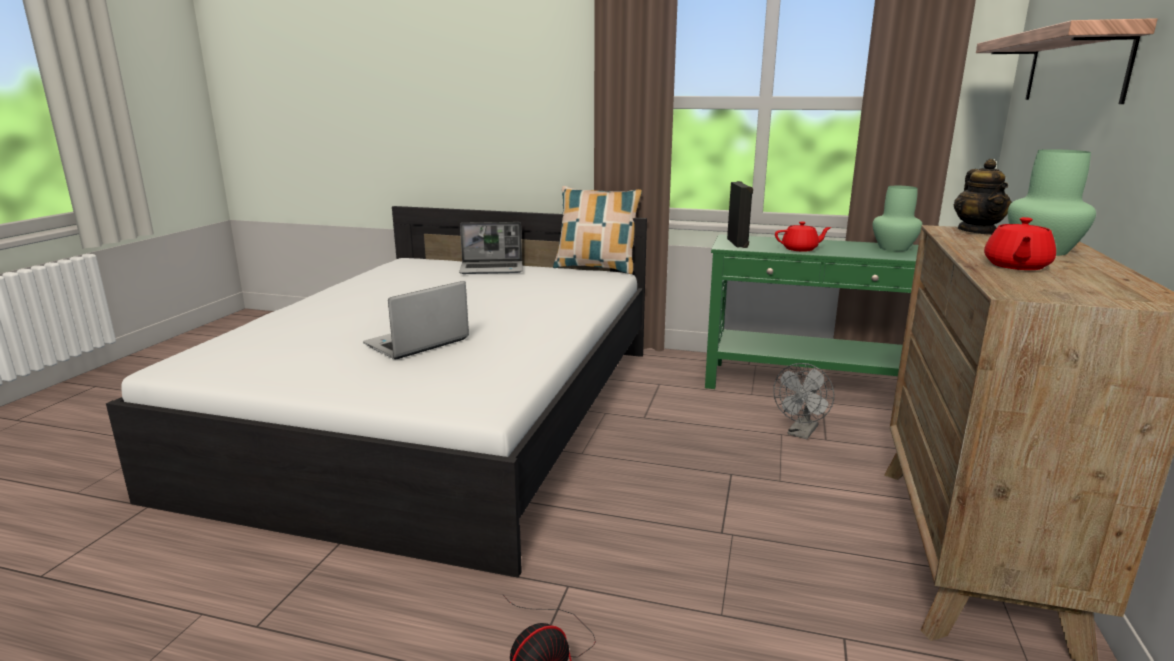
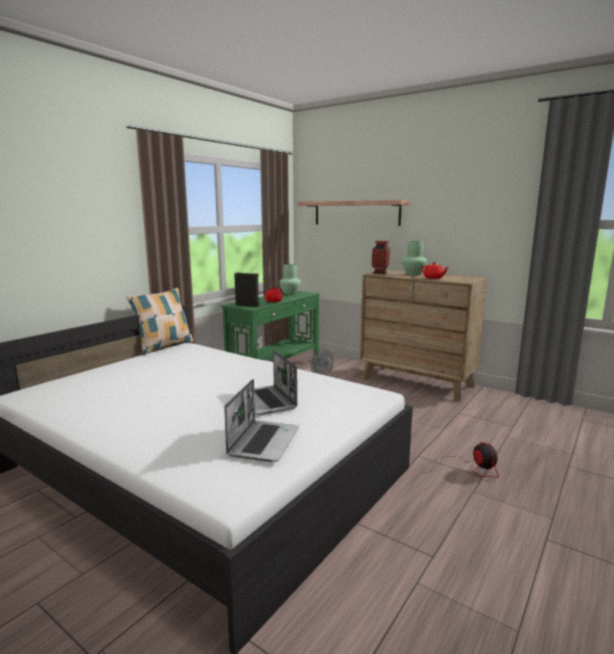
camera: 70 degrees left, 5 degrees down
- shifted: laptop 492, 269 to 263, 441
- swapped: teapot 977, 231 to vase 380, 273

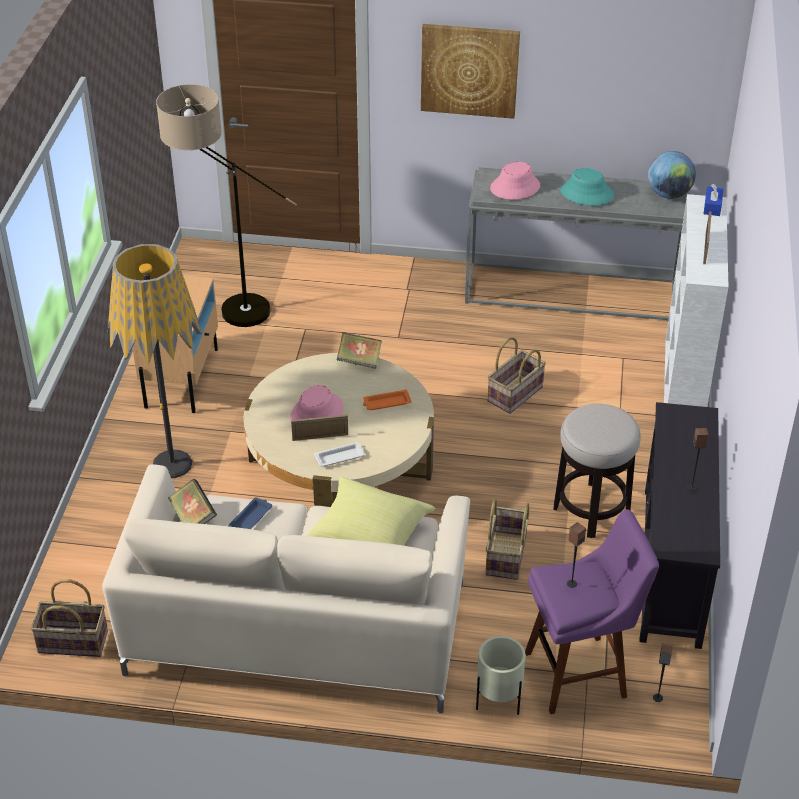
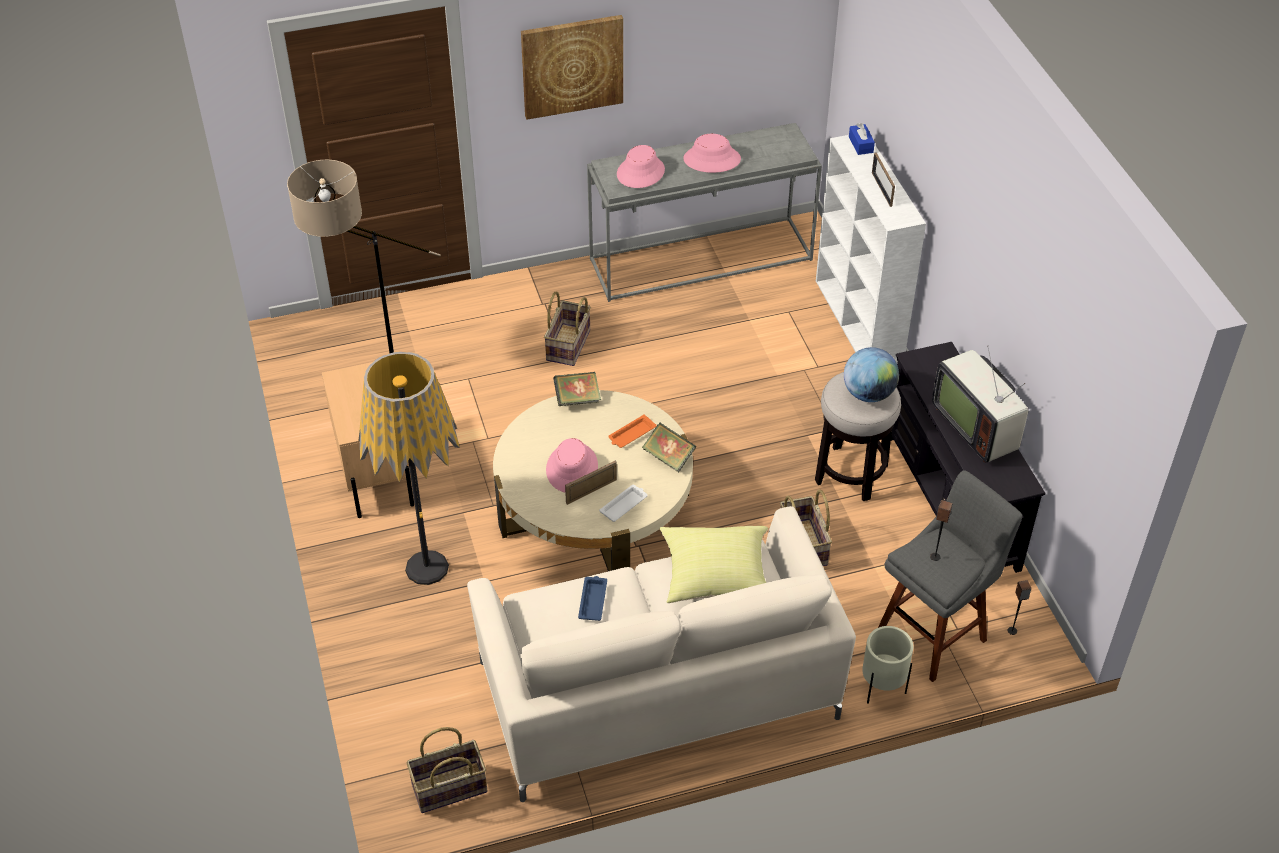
camera: 25 degrees left, 5 degrees up
- shifted: basket 515, 395 to 569, 345
- shifted: book 193, 517 to 668, 457
- repainted: hat (turquoise) 586, 193 to hat (pink) 712, 159
- shifted: globe 669, 194 to 868, 394
- repainted: stool (purple) 581, 673 to stool (grey) 935, 633
- swapped: speaker 692, 487 to television 977, 426

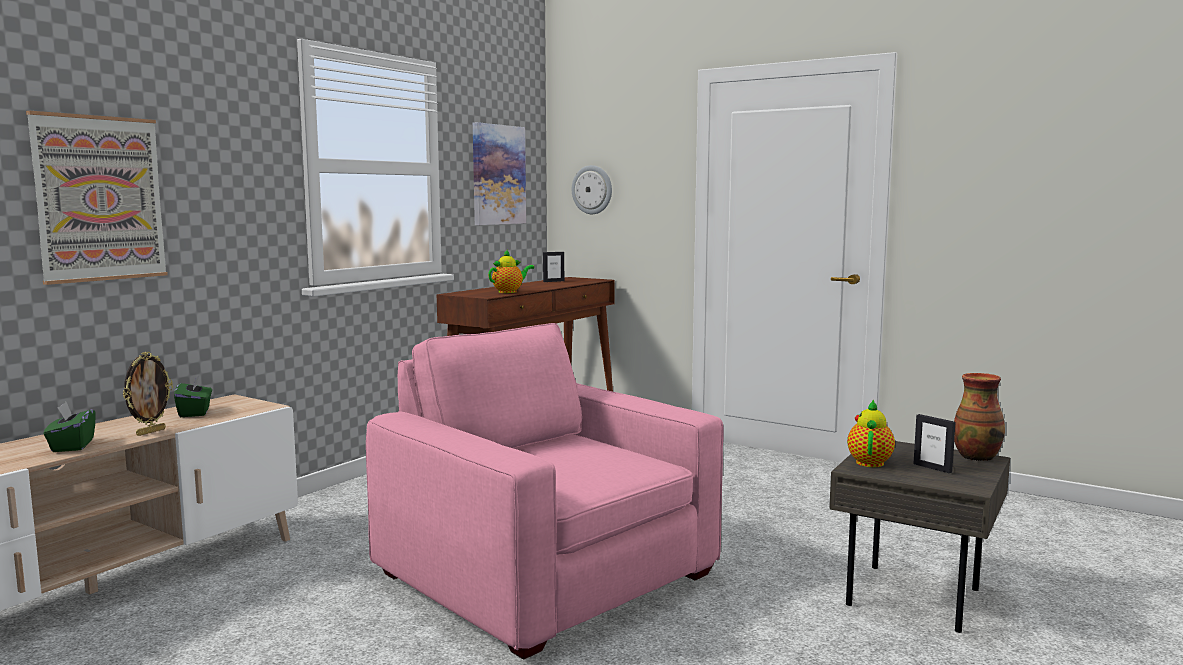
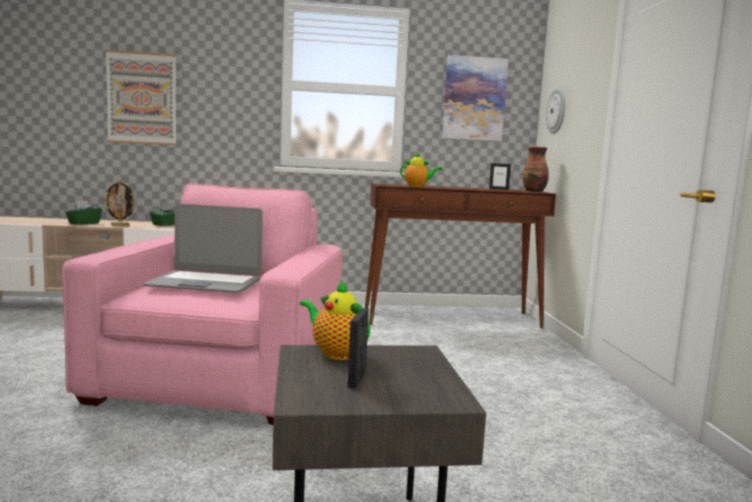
camera: 50 degrees right, 0 degrees up
- new: laptop 205, 283
- rotated: teapot 870, 462 = 335, 353 120 degrees counterclockwise
- shifted: vase 976, 457 to 534, 191

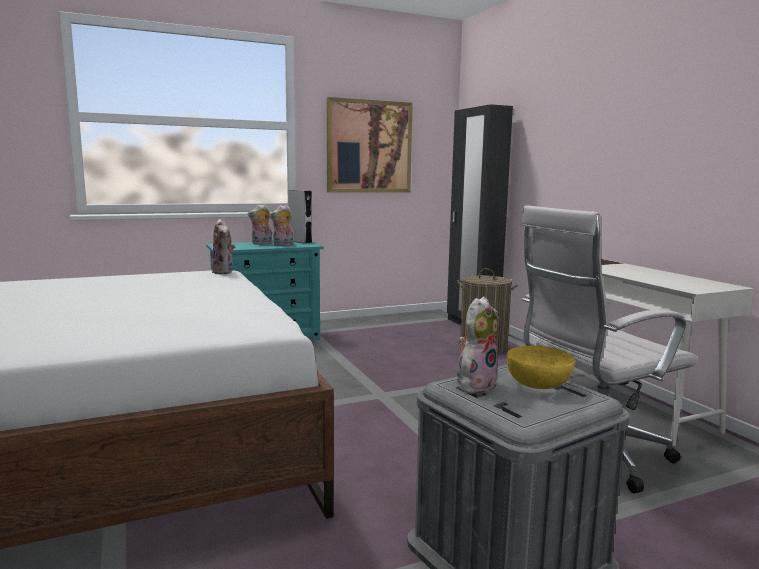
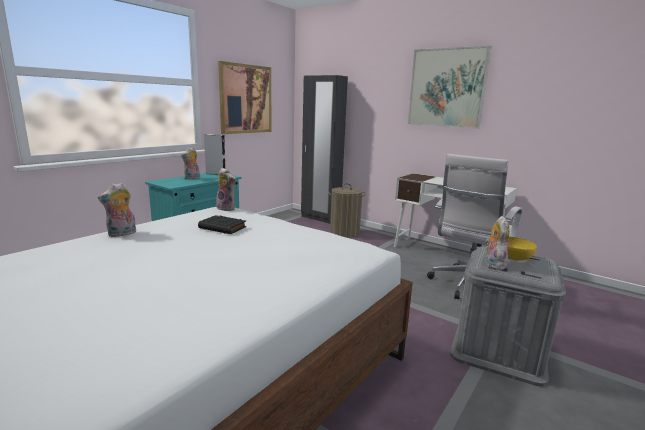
camera: 30 degrees left, 5 degrees up
- shifted: plush toy 283, 245 to 122, 234
- new: book (black) 223, 228
- new: picture 446, 88

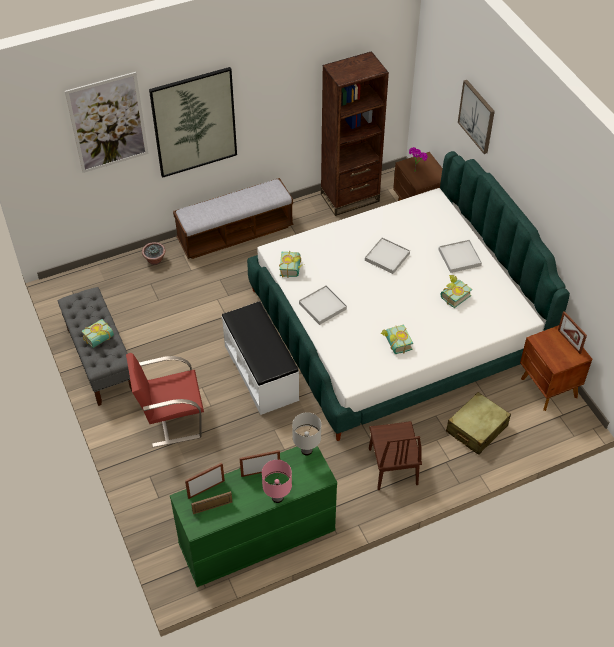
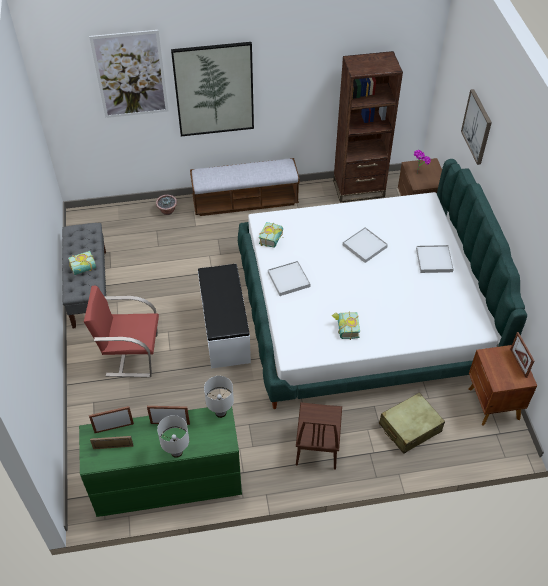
camera: 15 degrees right, 0 degrees up
- repainted: table lamp (pink) 277, 497 to table lamp (white) 176, 452
- gone: book 453, 296

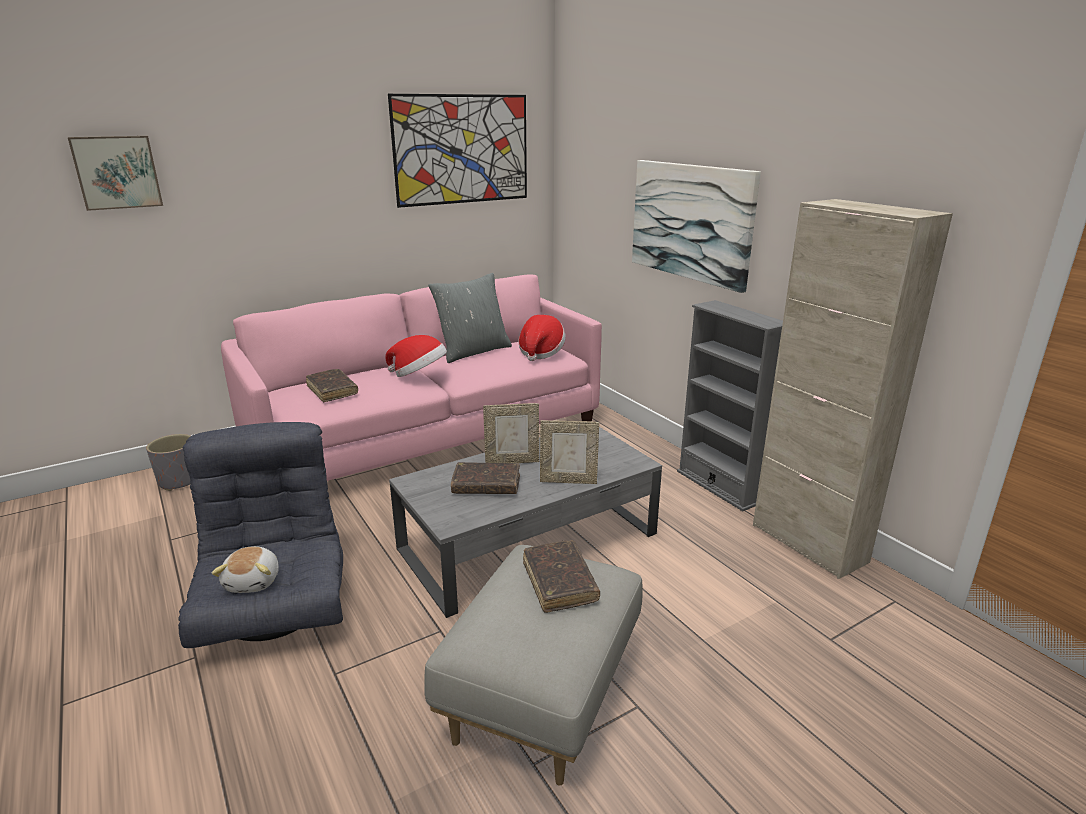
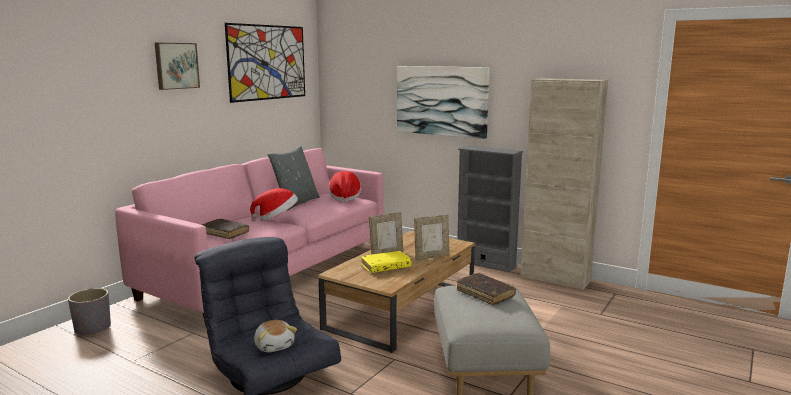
camera: 25 degrees left, 10 degrees down
- shifted: picture 117, 172 to 176, 65
- repainted: coffee table (grey) 530, 541 to coffee table (brown) 403, 308
- repainted: book (brown) 486, 485 to book (yellow) 386, 267

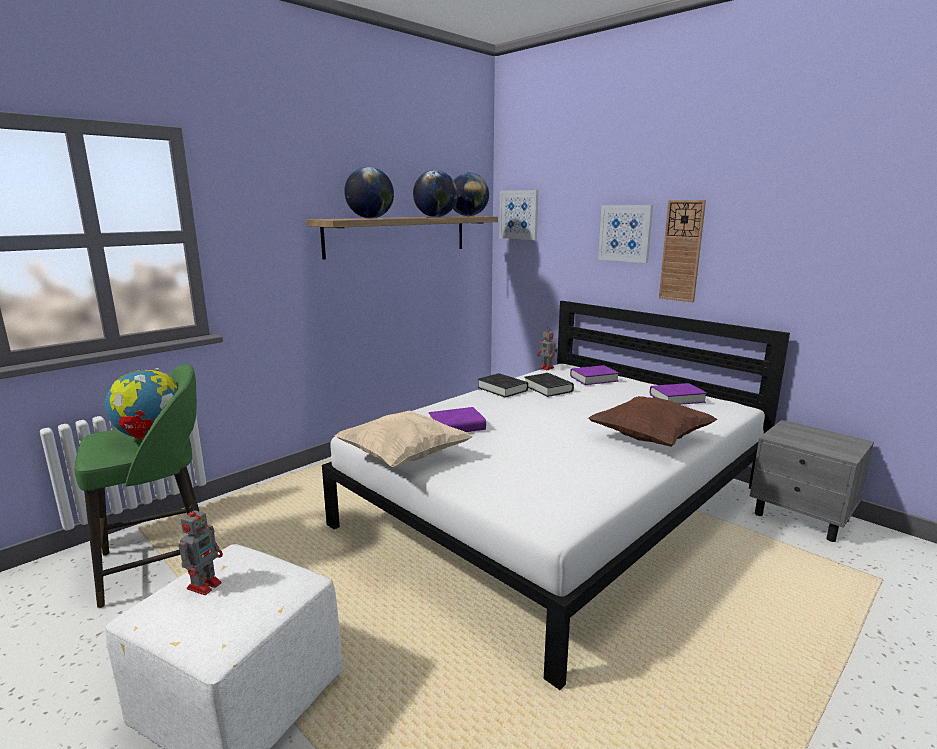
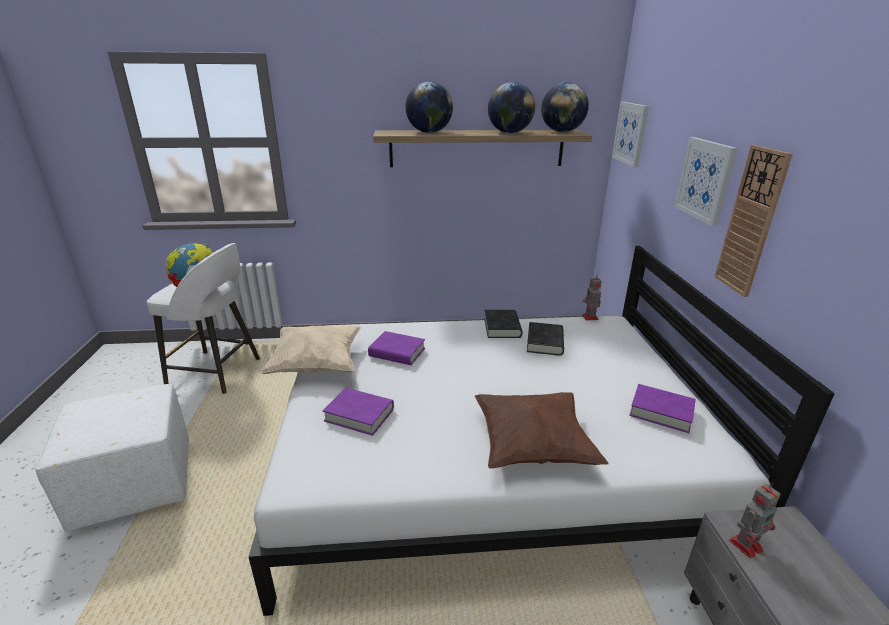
camera: 40 degrees right, 10 degrees up
- repainted: stool (green) 162, 563 to stool (white) 217, 372
- shifted: book (purple) 594, 379 to 359, 415
- shifted: toy robot 205, 584 to 746, 545

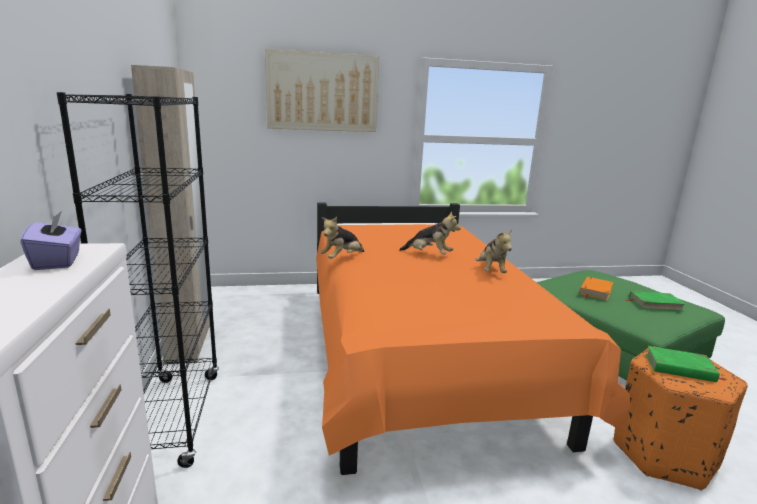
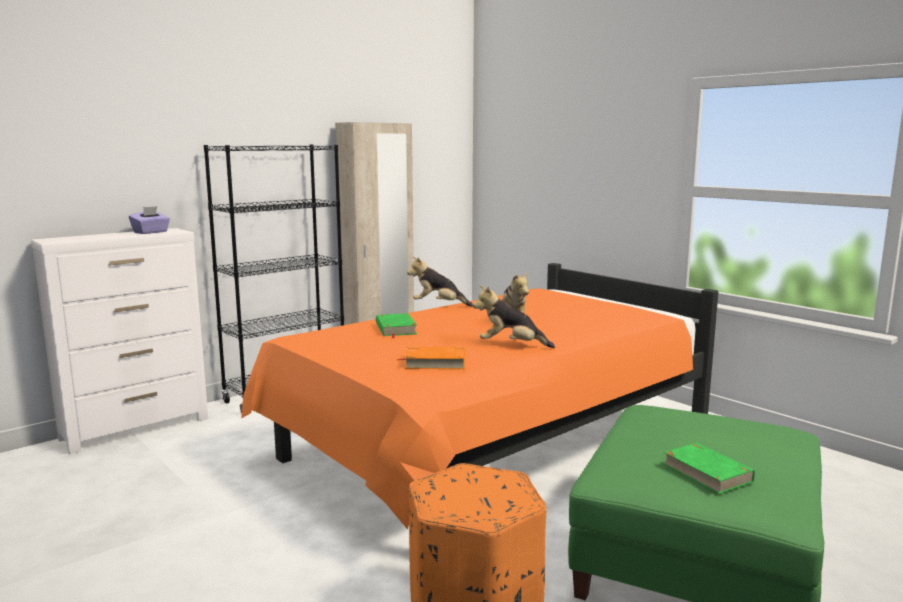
camera: 60 degrees right, 5 degrees down
- shifted: book (green) 680, 368 to 395, 329
- shifted: book (orange) 595, 291 to 435, 362
- rotated: plush toy 491, 271 = 511, 346 45 degrees clockwise
- gone: picture 322, 92

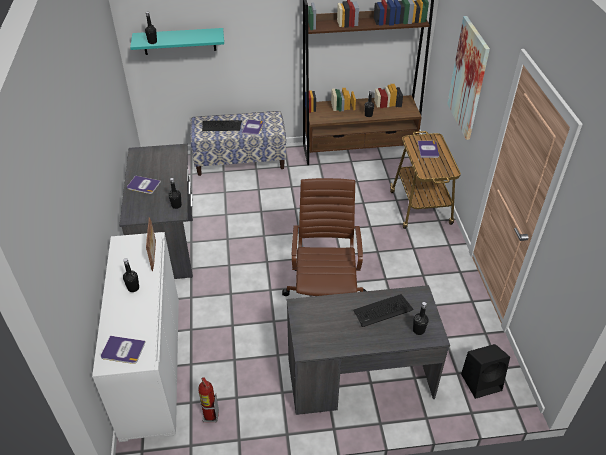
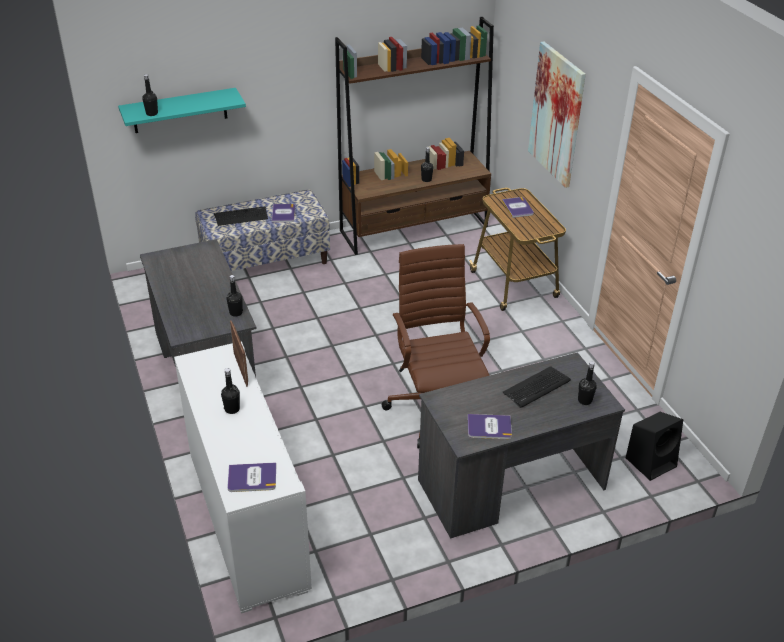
camera: 15 degrees left, 5 degrees down
- shifted: book 143, 185 to 489, 427
- gone: fire extinguisher 210, 416

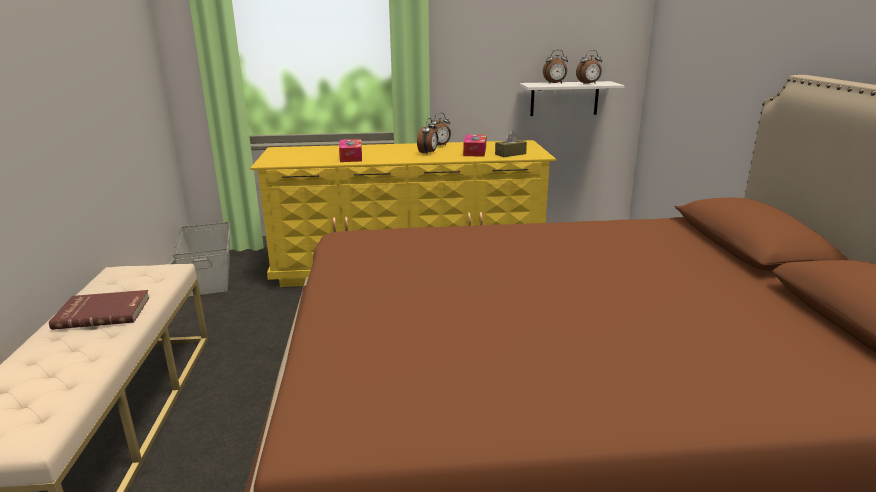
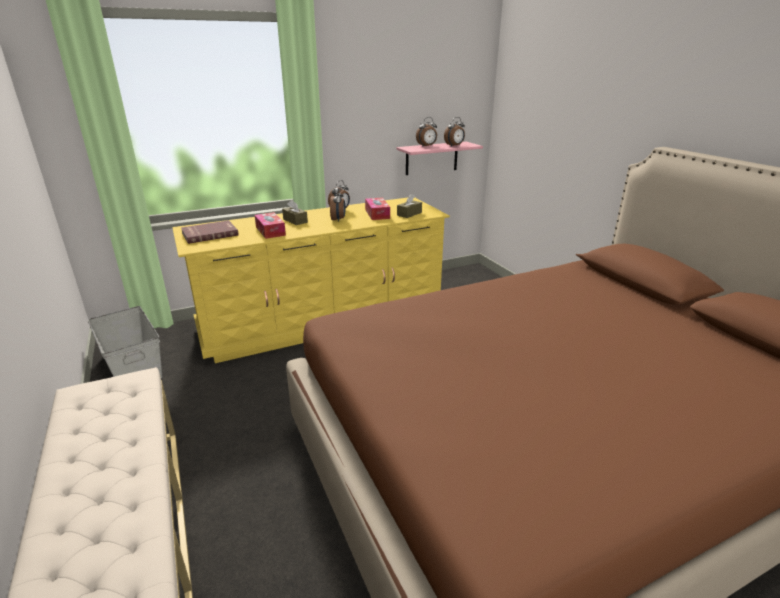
camera: 20 degrees left, 5 degrees up
- shifted: book (red) 103, 312 to 209, 234
- new: tissue box (brown) 295, 221
- repainted: shelf (white) 564, 98 to shelf (pink) 431, 158

